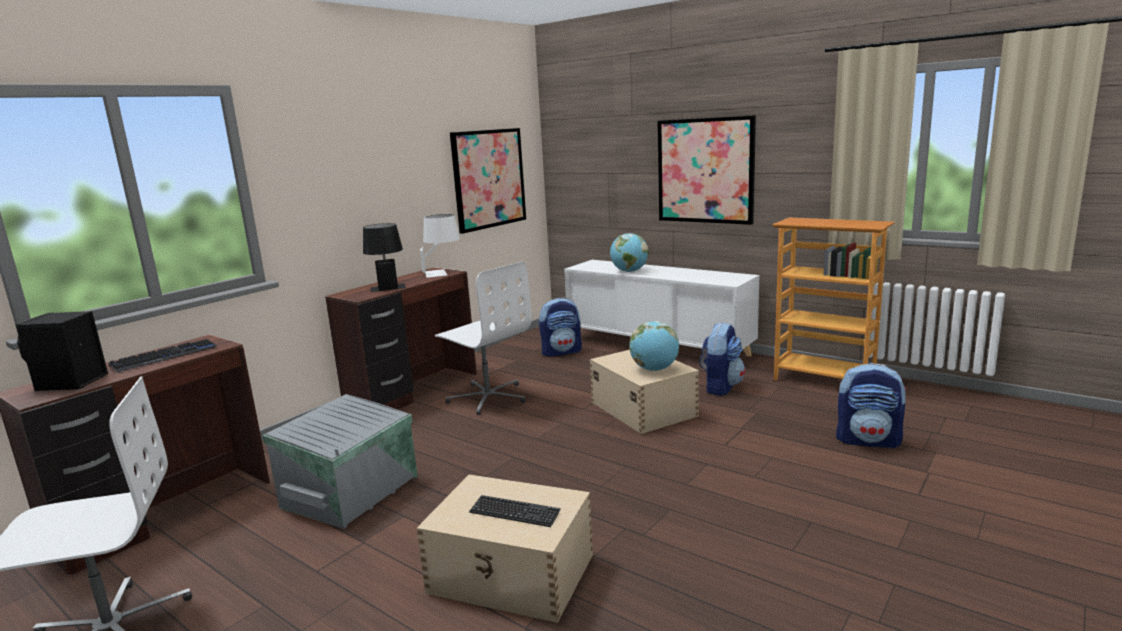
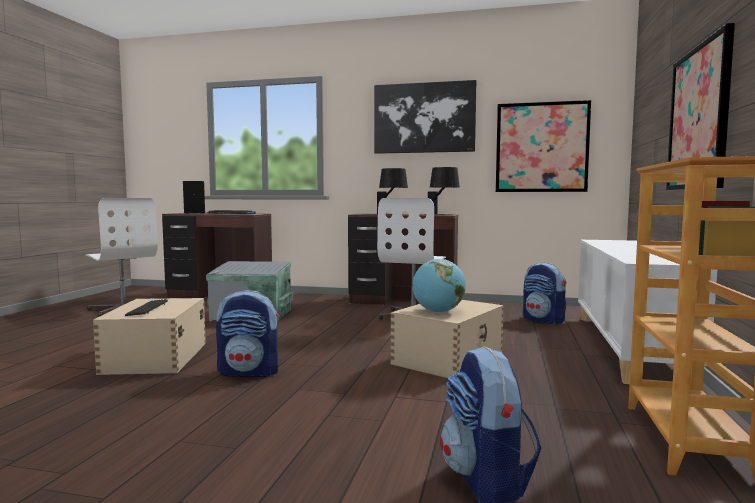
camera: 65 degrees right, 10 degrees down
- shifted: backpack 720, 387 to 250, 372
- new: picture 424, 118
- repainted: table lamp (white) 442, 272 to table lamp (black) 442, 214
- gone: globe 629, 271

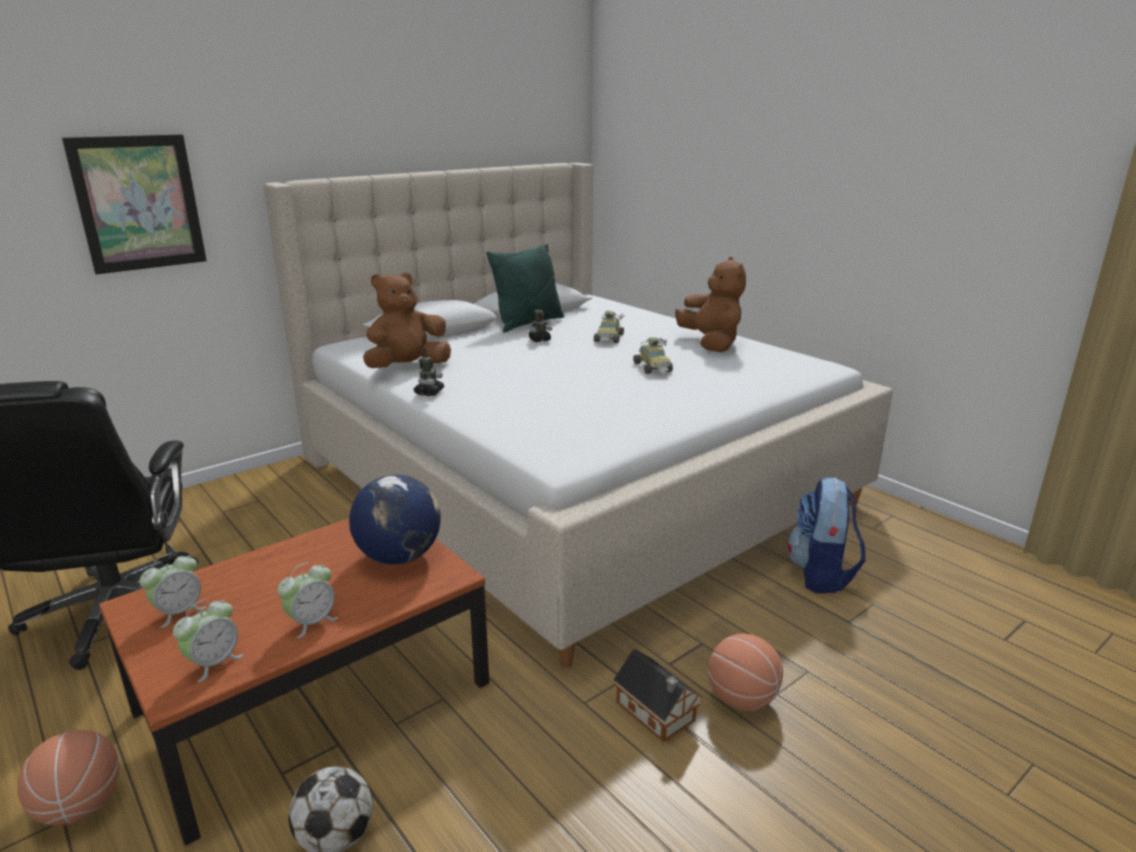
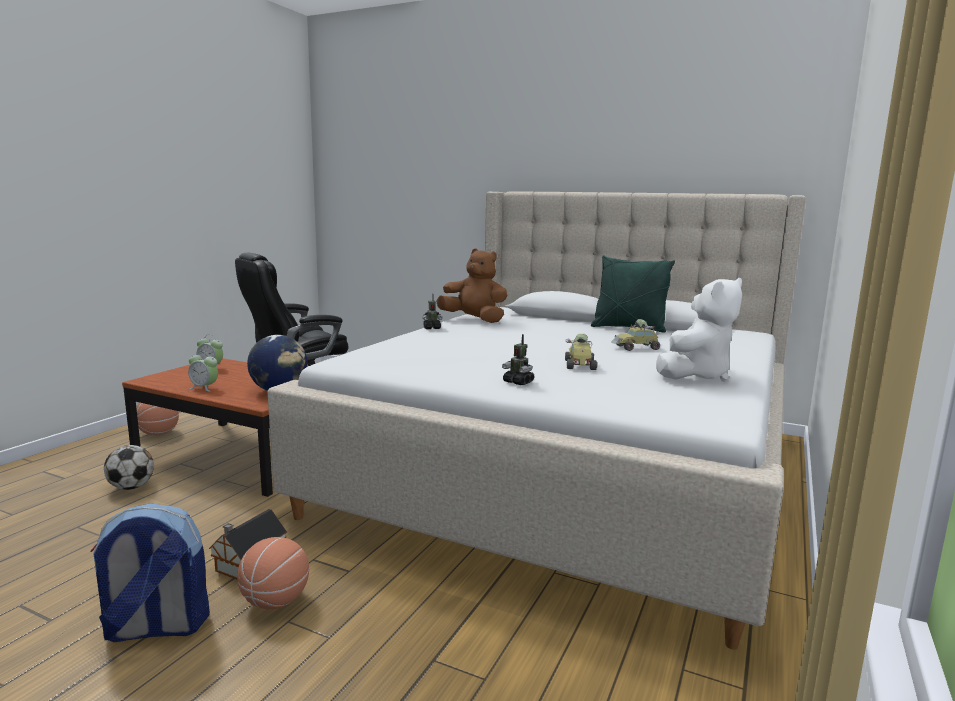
camera: 65 degrees right, 10 degrees down
- shifted: backpack 821, 575 to 155, 628
- shifted: toy robot 539, 340 to 518, 382
- rotated: toy car 653, 368 = 579, 365 135 degrees clockwise
- repainted: plush toy (brown) 711, 344 to plush toy (white) 695, 375
- gone: picture 138, 203
- gone: alarm clock 214, 663

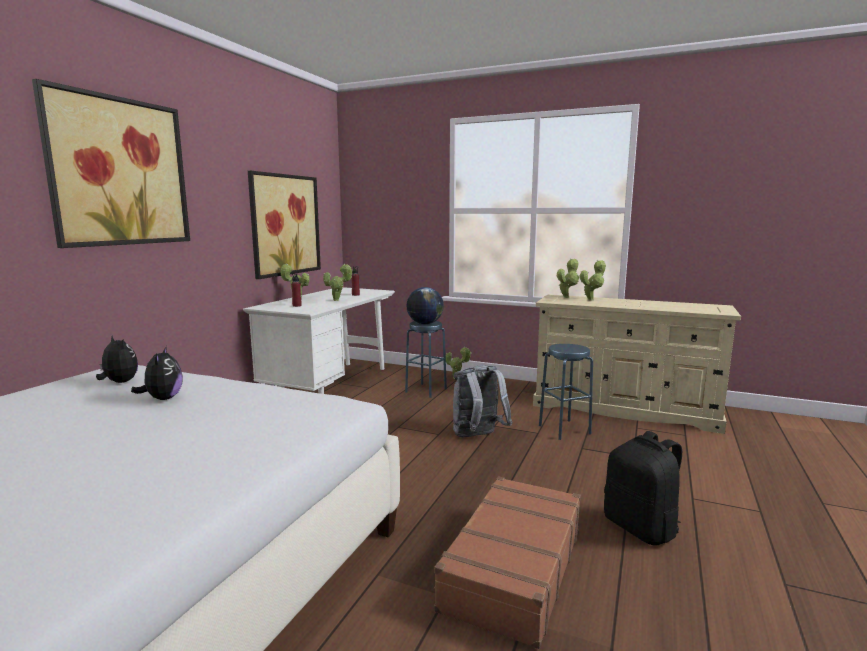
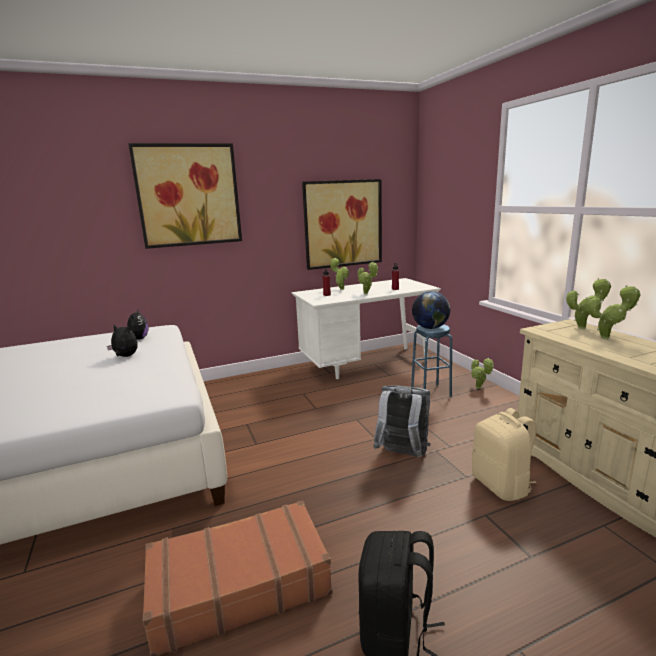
camera: 45 degrees right, 5 degrees up
- rotated: plush toy 163, 398 = 125, 356 105 degrees counterclockwise
- swapped: stool (blue) 564, 429 to backpack (beige) 502, 485

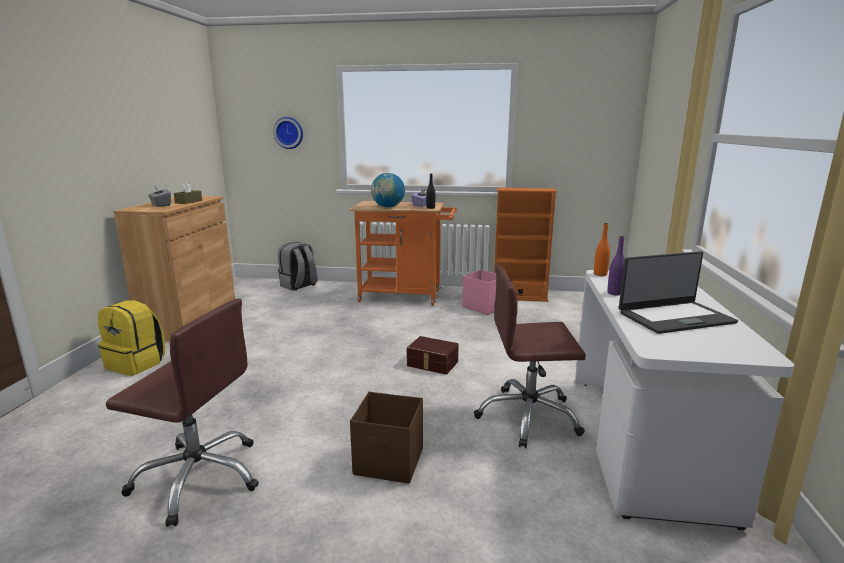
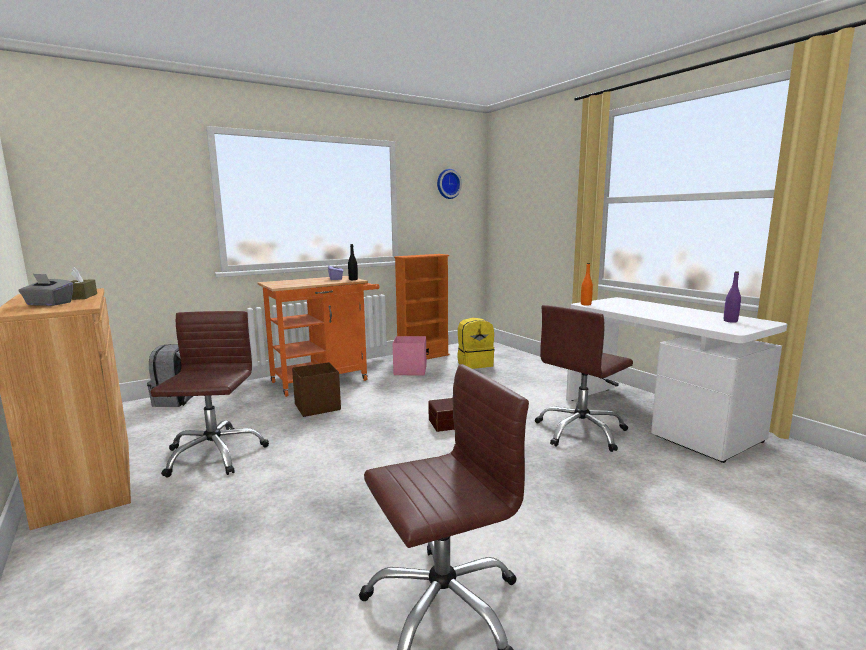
camera: 40 degrees left, 5 degrees down
- new: office chair (brown) 214, 454
- shifted: storage box (brown) 389, 462 to 318, 407
- shifted: wall clock 289, 133 to 448, 184
- shifted: backpack (yellow) 137, 364 to 475, 364
- shifted: bottle (purple) 614, 293 to 730, 321
- gone: globe 388, 207
- gone: laptop 674, 317

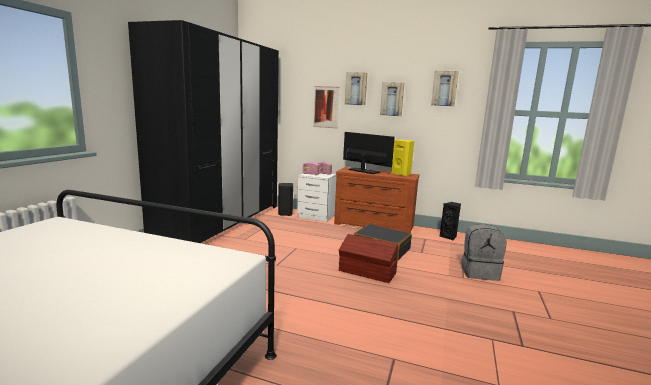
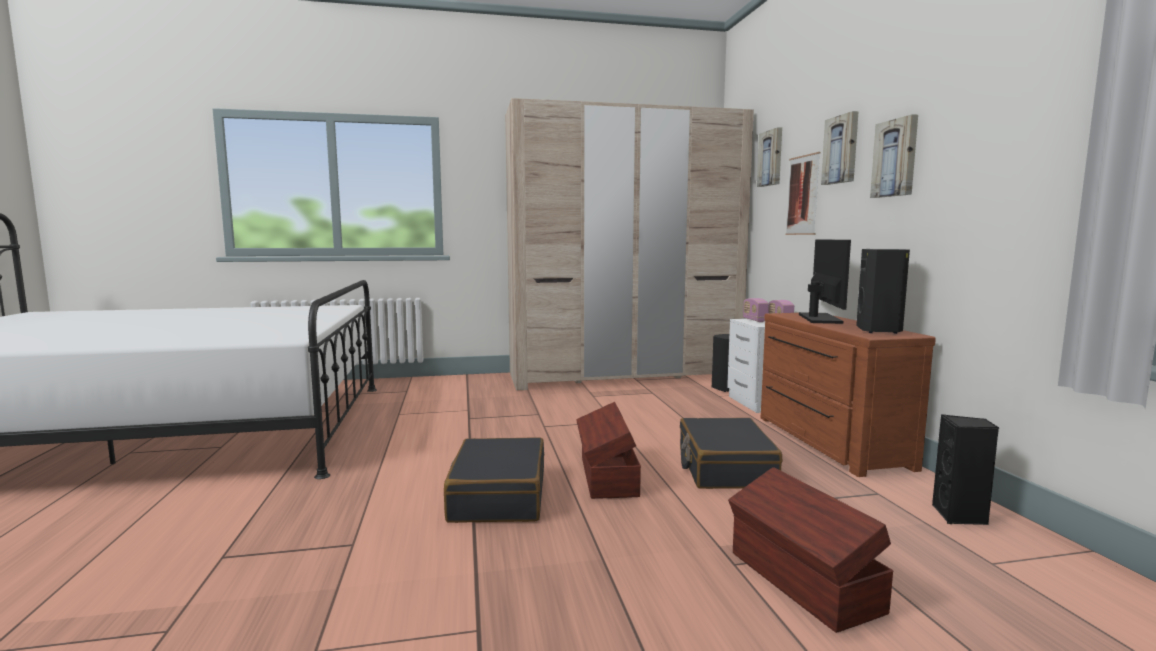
camera: 60 degrees right, 5 degrees down
- new: suitcase (black) 498, 496
- repainted: wardrobe (black) 222, 222 to wardrobe (beige) 624, 376
- swapped: backpack (grey) 479, 273 to storage box (brown) 803, 582
- shifted: picture 444, 88 to 771, 158
- repainted: speaker (yellow) 401, 174 to speaker (black) 879, 331

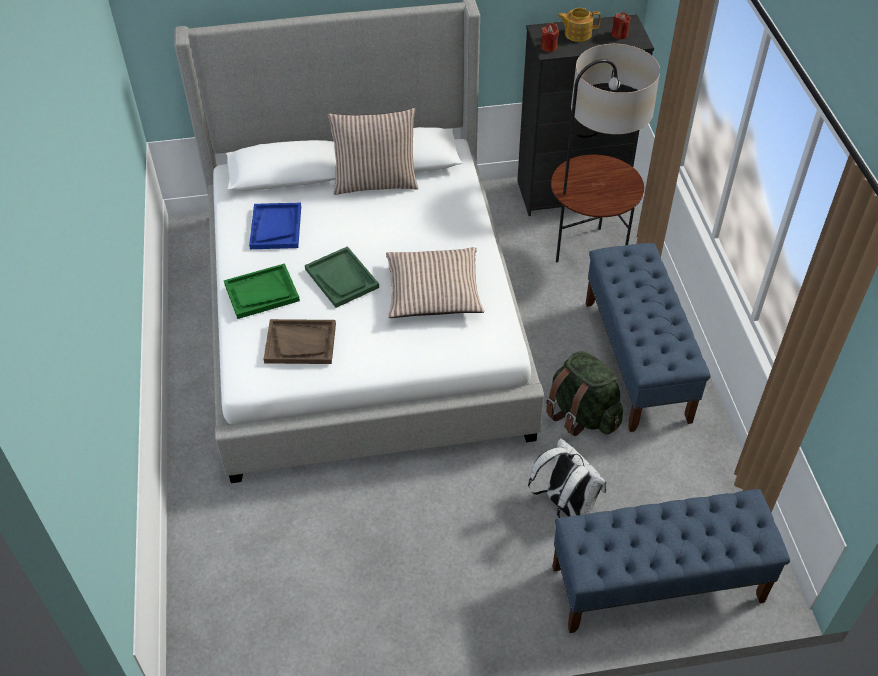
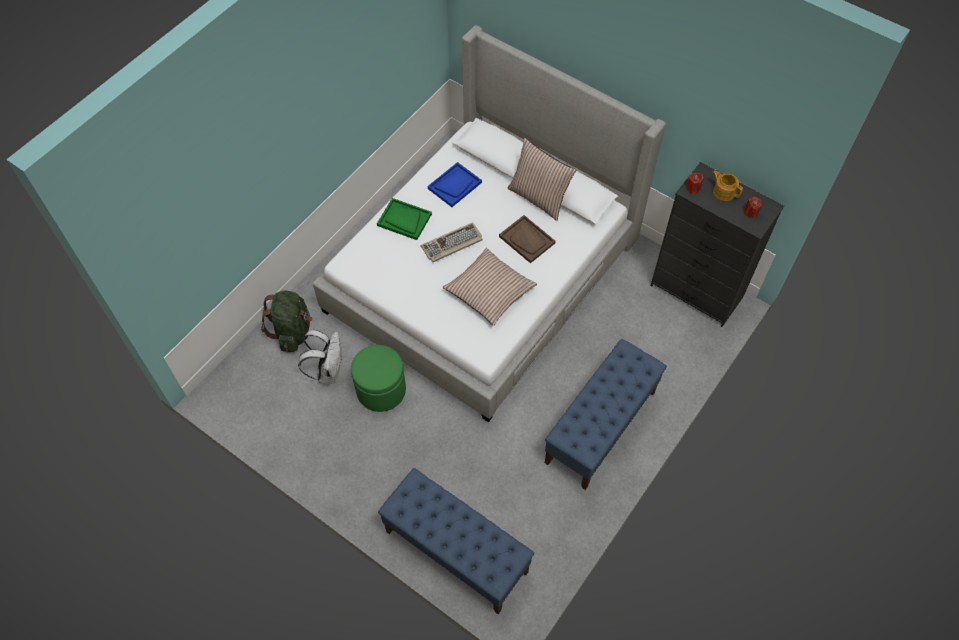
camera: 45 degrees right, 10 degrees up
- shifted: backpack (green) 582, 414 to 292, 331
- shifted: backpack (white) 565, 505 to 328, 371
- new: ottoman (green) 381, 390
- swapped: tray (green) 342, 278 to keyboard 452, 244
- shifted: tray (brown) 300, 343 to 527, 240
- gone: floor lamp 588, 252

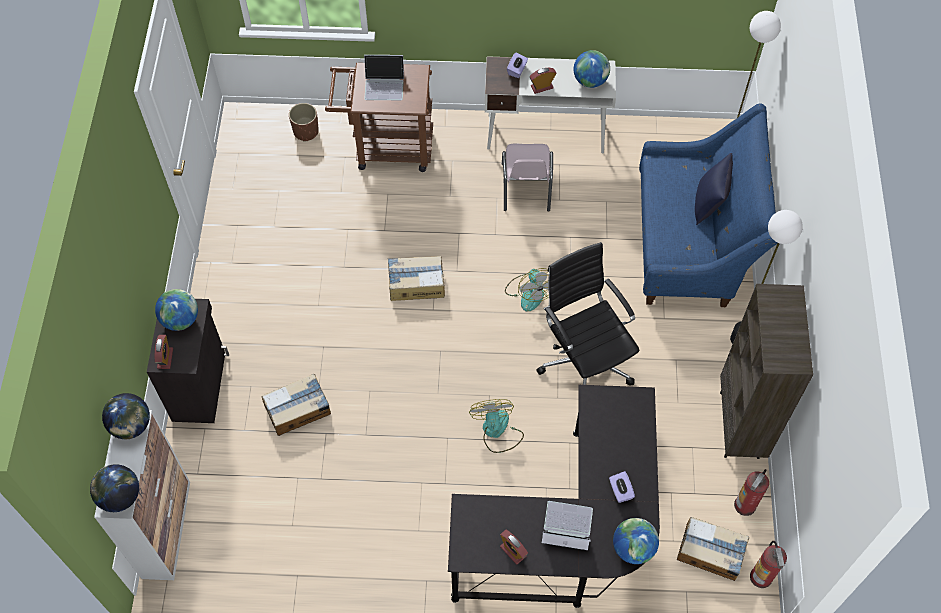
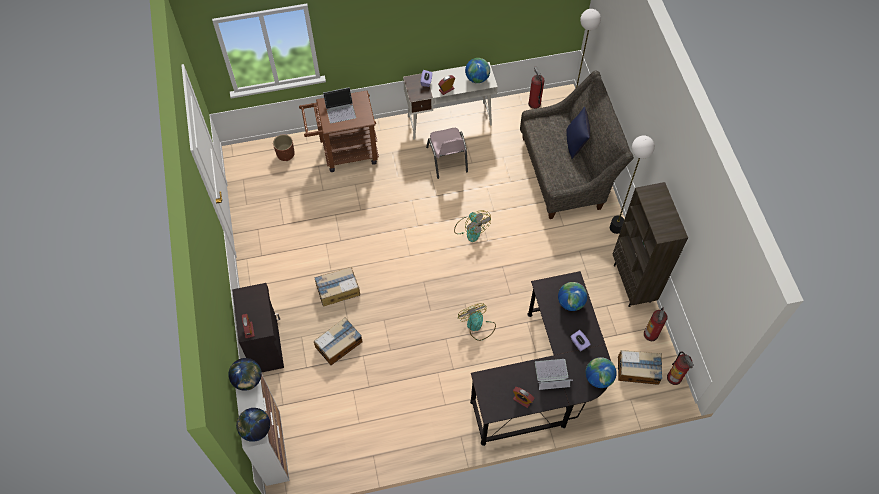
camera: 15 degrees left, 0 degrees up
- shifted: cardboard box 416, 283 to 337, 290
- repainted: sofa (blue) 692, 242 to sofa (grey) 566, 171
- new: fire extinguisher 534, 103
- shifted: globe 180, 319 to 570, 302
- gone: office chair (black) 584, 361

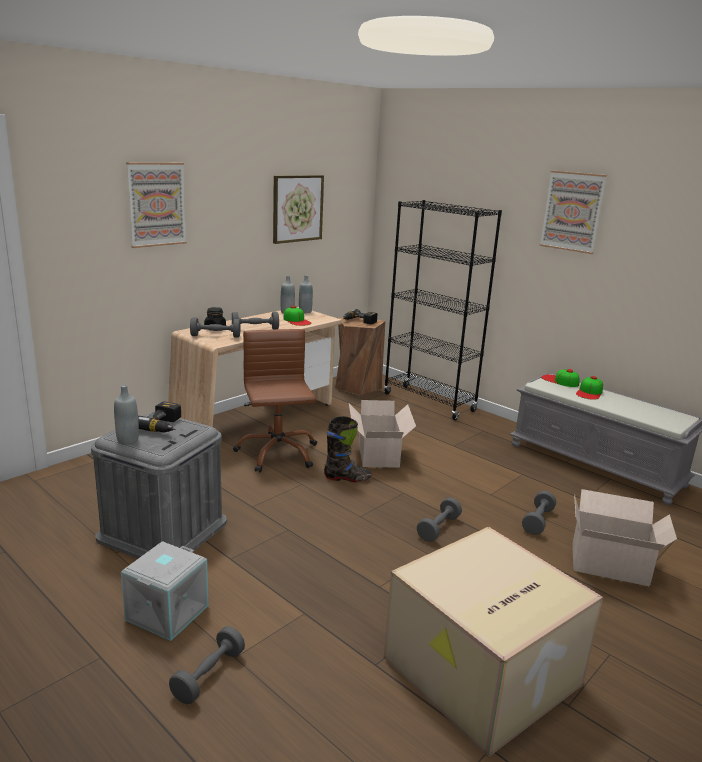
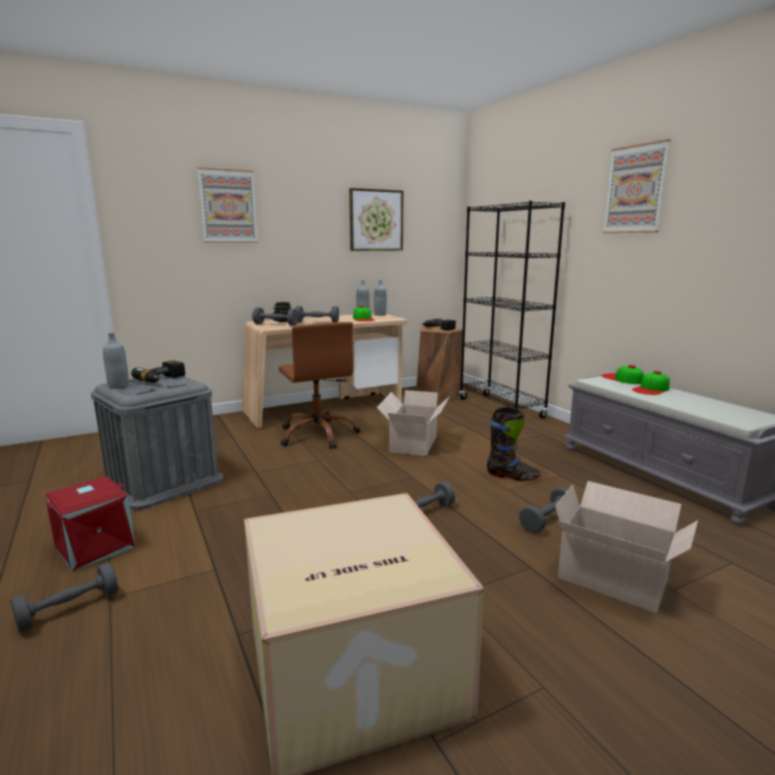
camera: 20 degrees right, 5 degrees down
- repainted: storage box (grey) 166, 612 to storage box (red) 95, 546
- rotated: office chair (brown) 277, 453 = 318, 434 150 degrees clockwise
- shifted: boot (black) 347, 478 to 512, 476

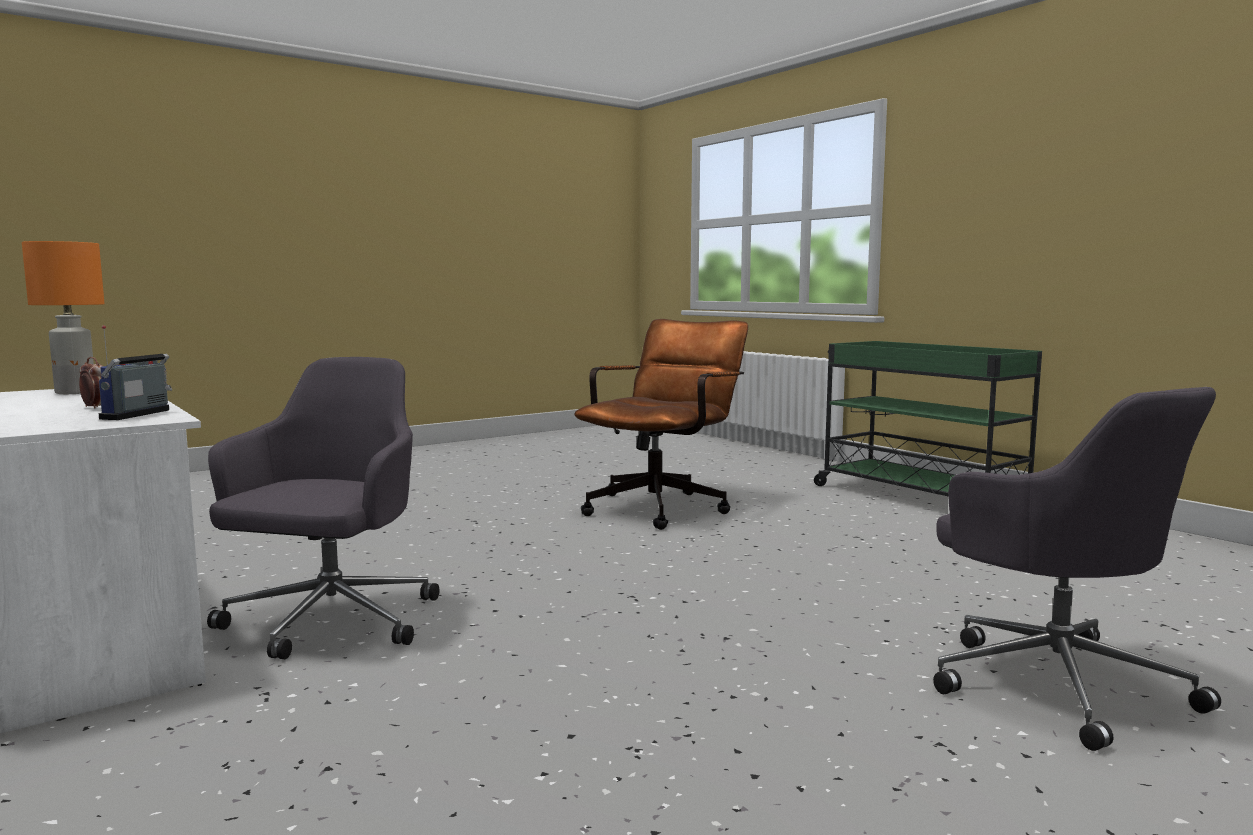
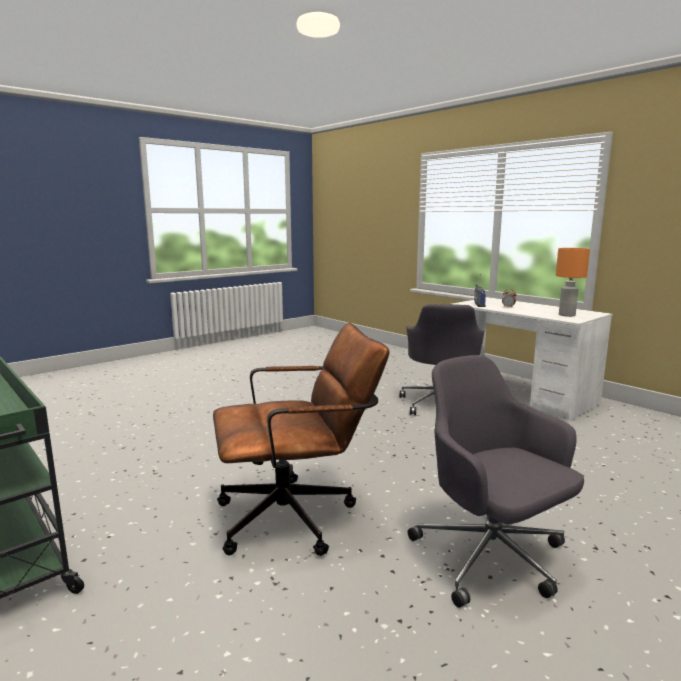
camera: 175 degrees right, 5 degrees up
- rotated: office chair (brown) 663, 506 = 298, 516 135 degrees counterclockwise
- shifted: office chair (grey) 1054, 681 to 491, 558

